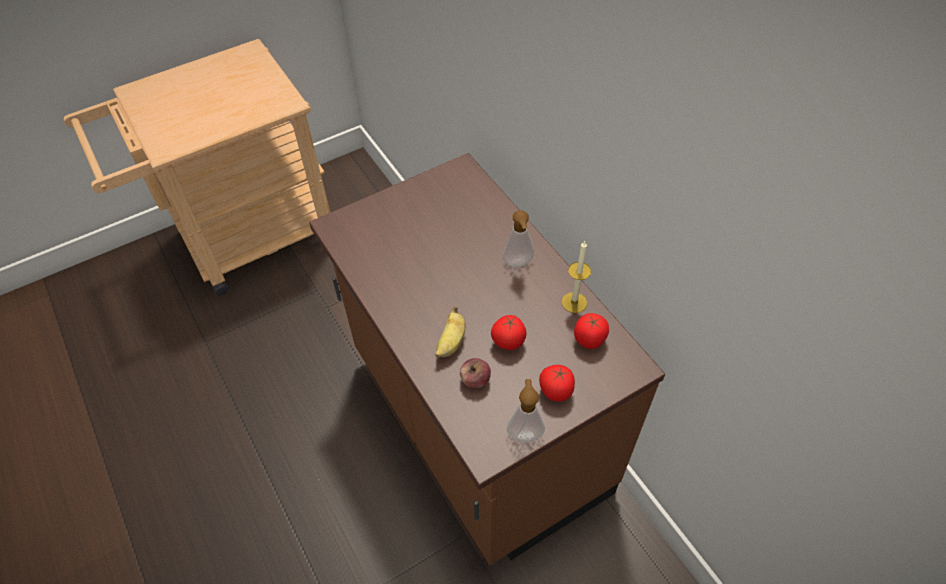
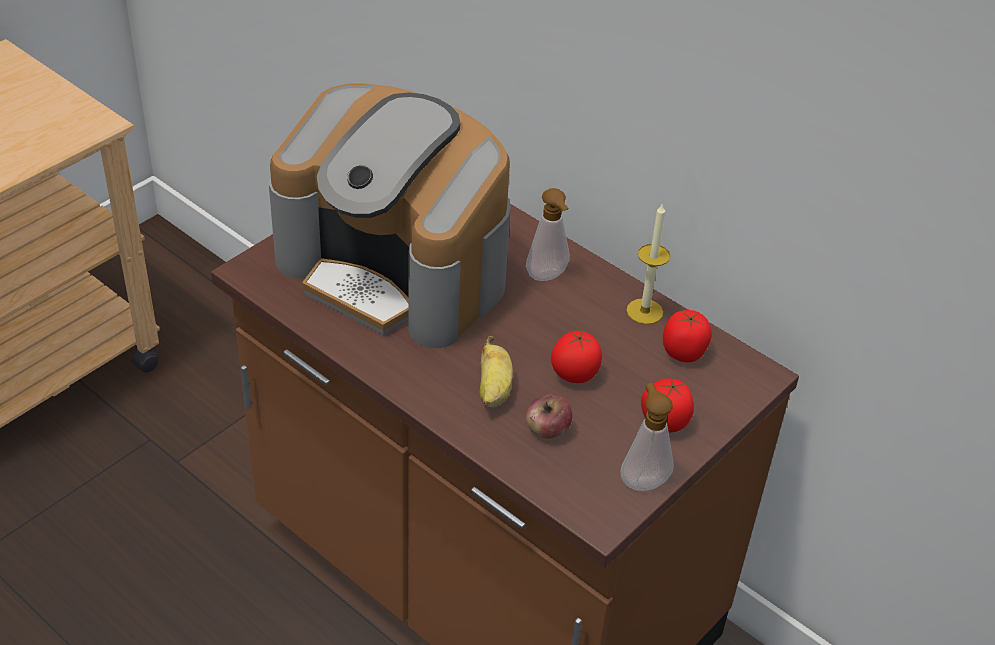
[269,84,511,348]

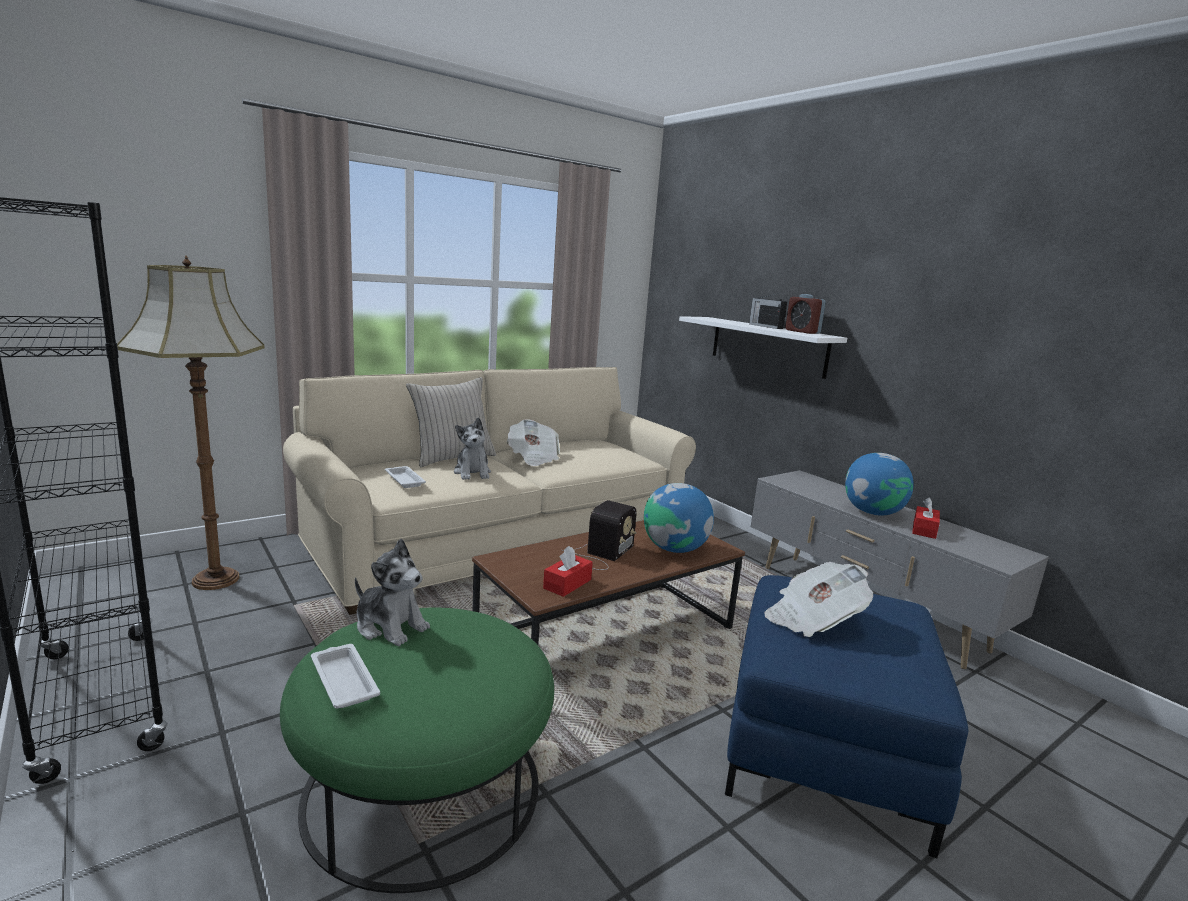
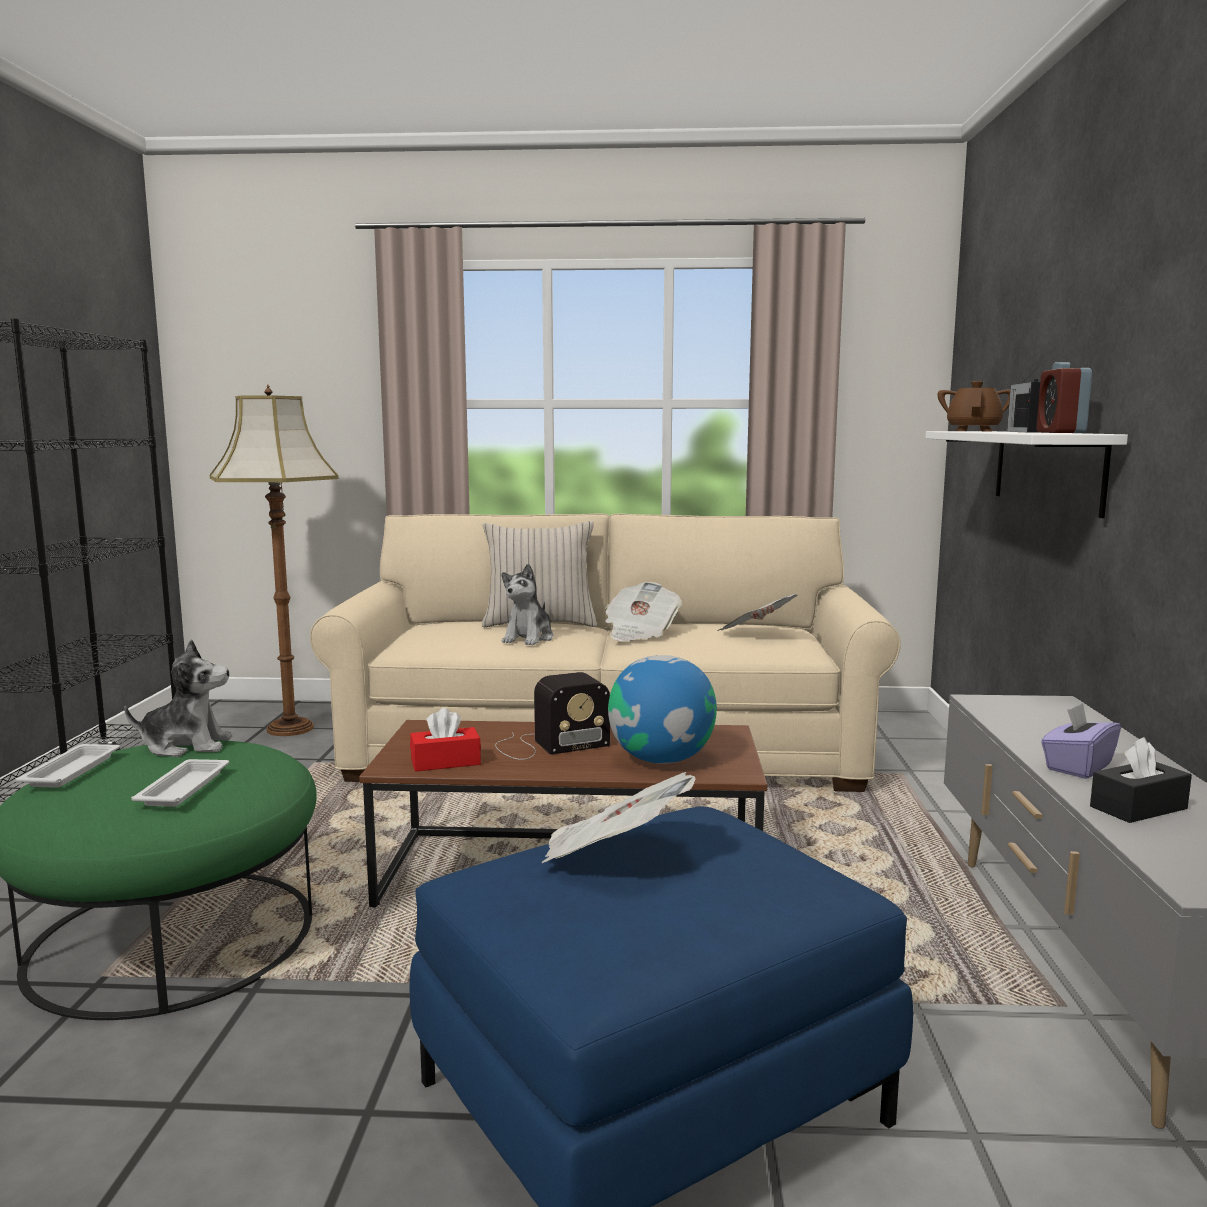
[1041,703,1121,779]
[131,759,229,807]
[1090,737,1192,823]
[124,639,232,757]
[937,381,1010,431]
[717,593,798,631]

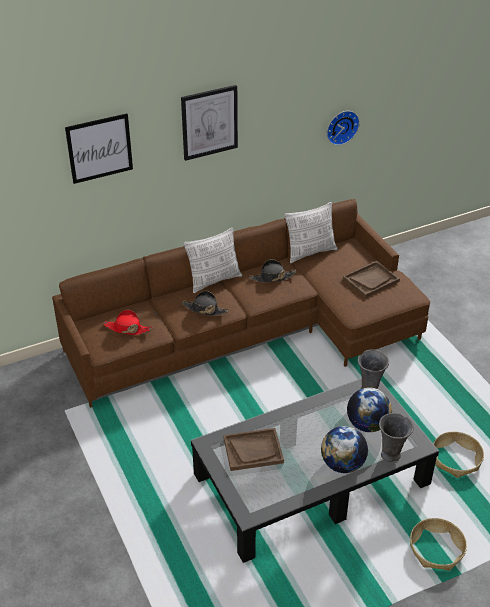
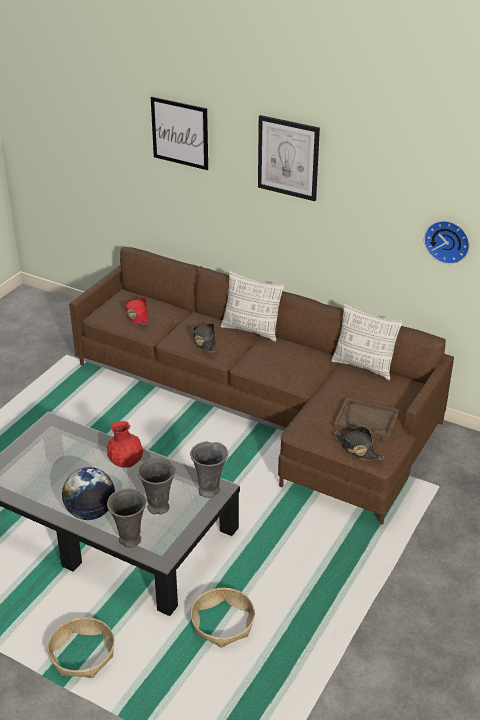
[333,426,385,461]
[137,458,176,514]
[224,428,284,471] (first image)
[107,421,143,468]

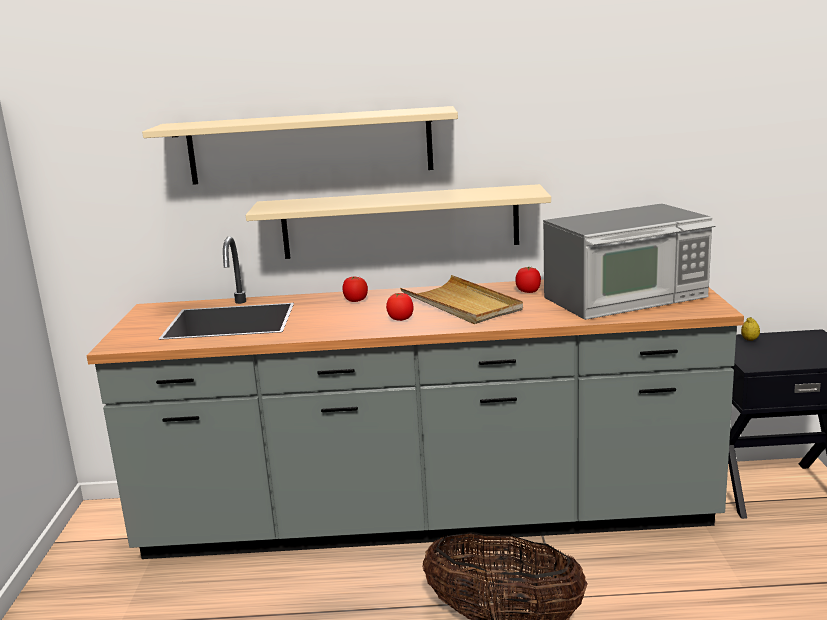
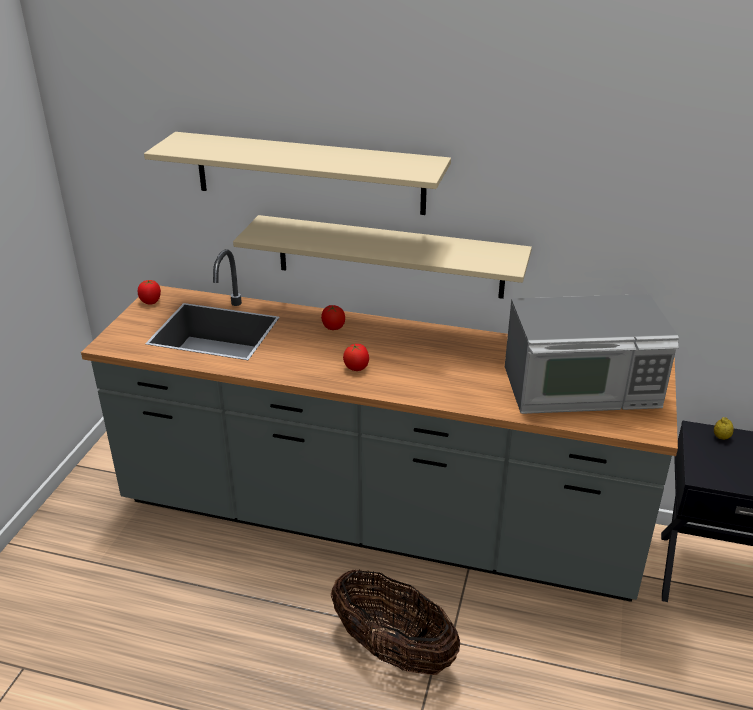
[138,280,161,304]
[400,275,523,324] (first image)

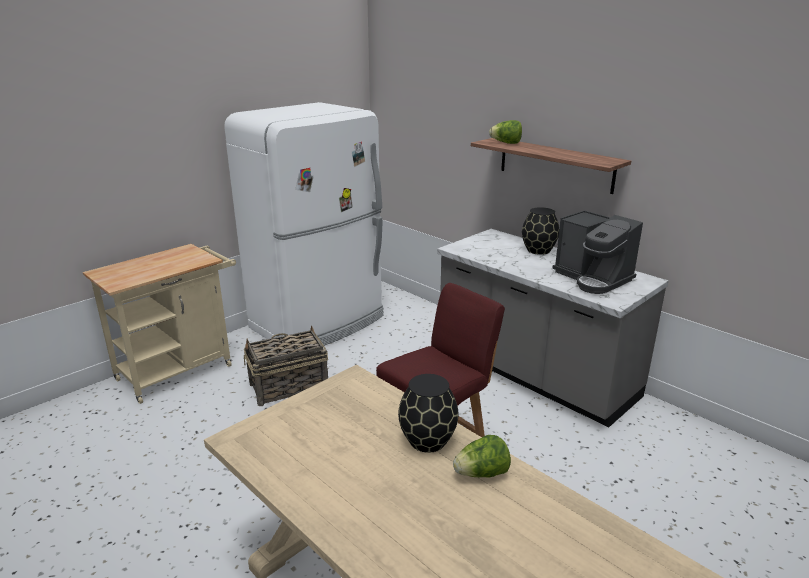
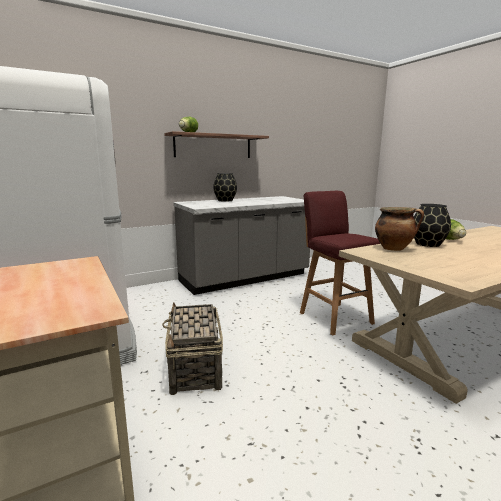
[552,210,643,294] (first image)
[375,207,424,251]

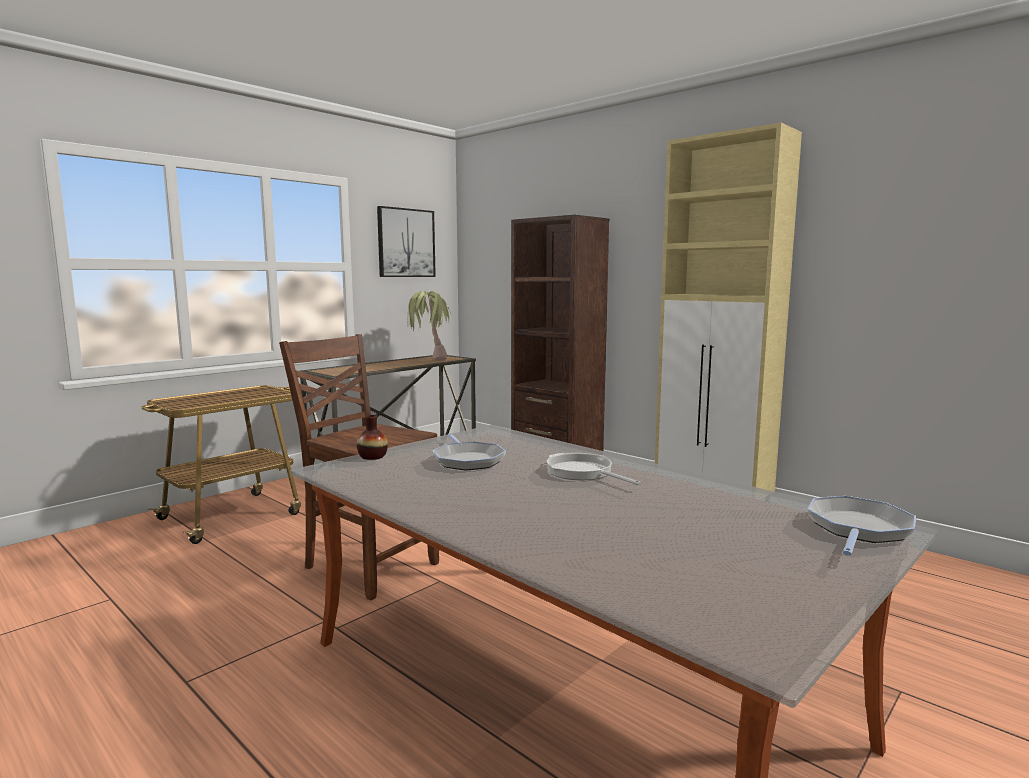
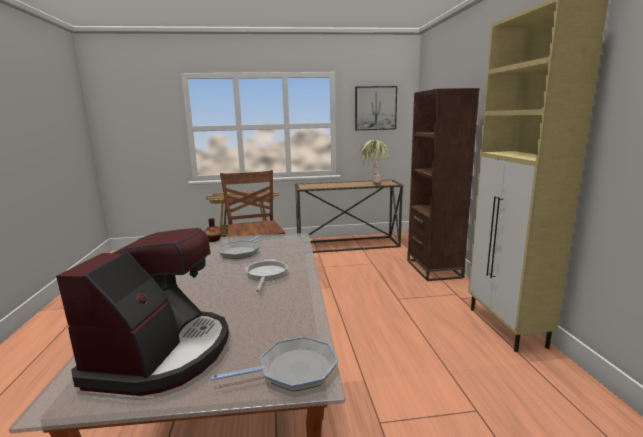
[56,228,229,396]

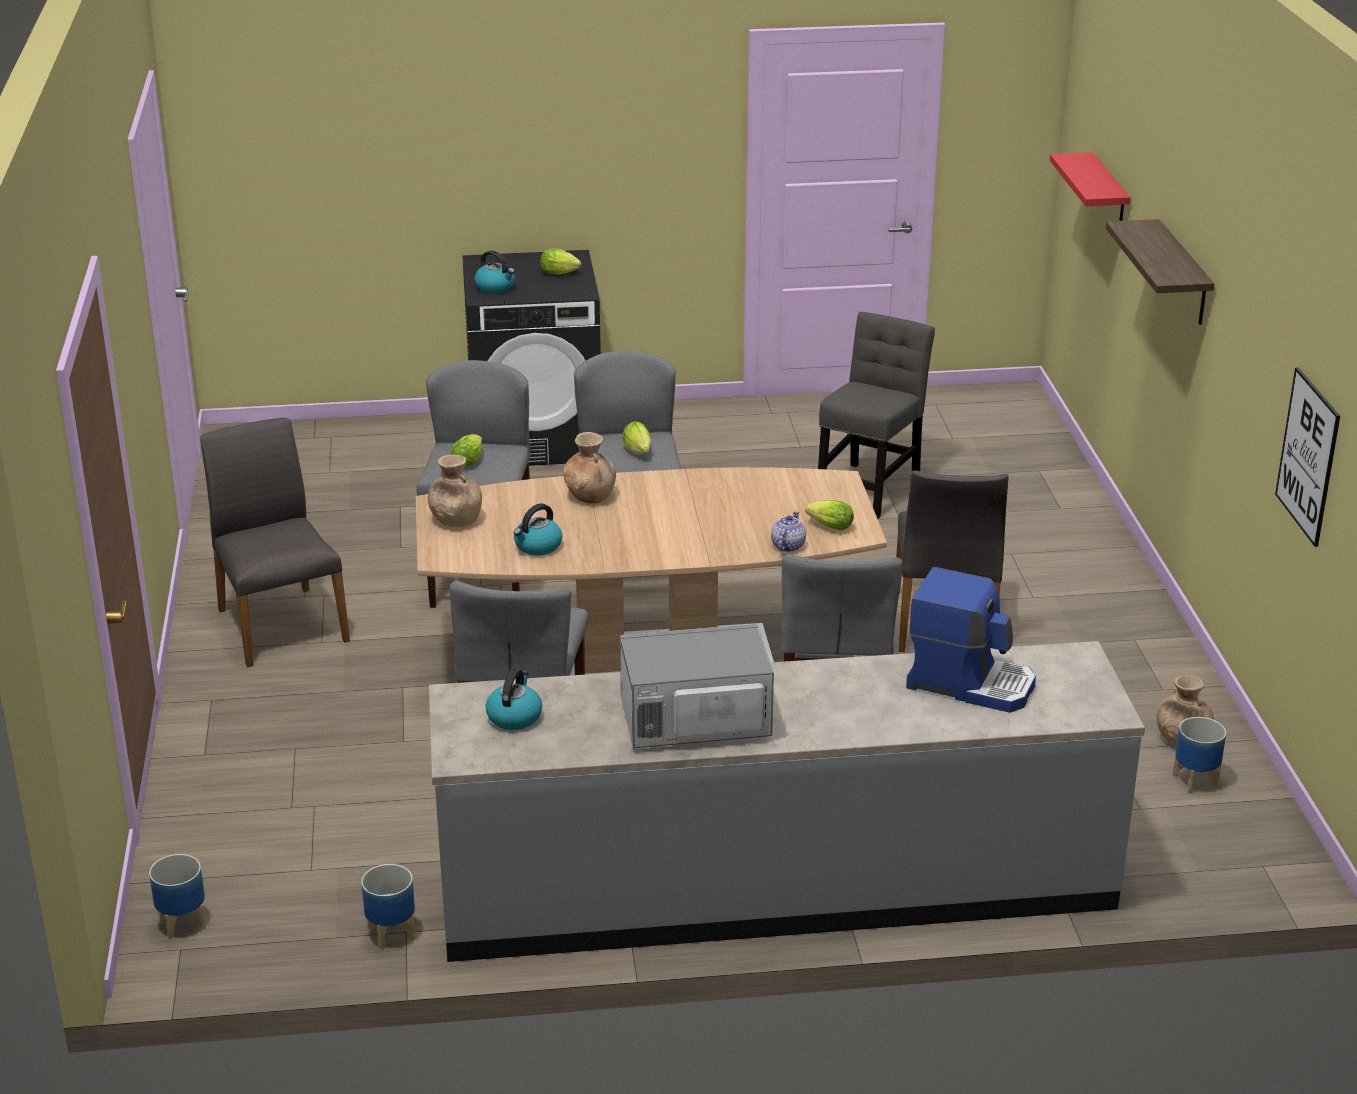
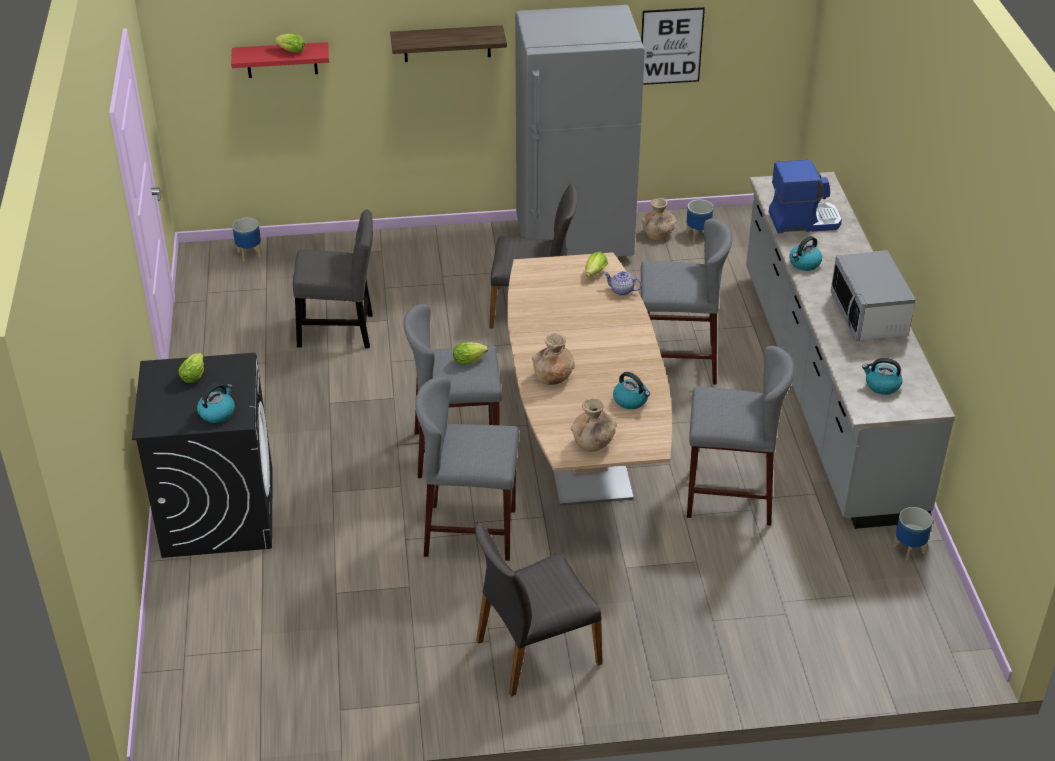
[293,210,373,348]
[275,33,305,53]
[769,160,842,234]
[232,217,262,261]
[515,5,645,257]
[789,236,822,271]

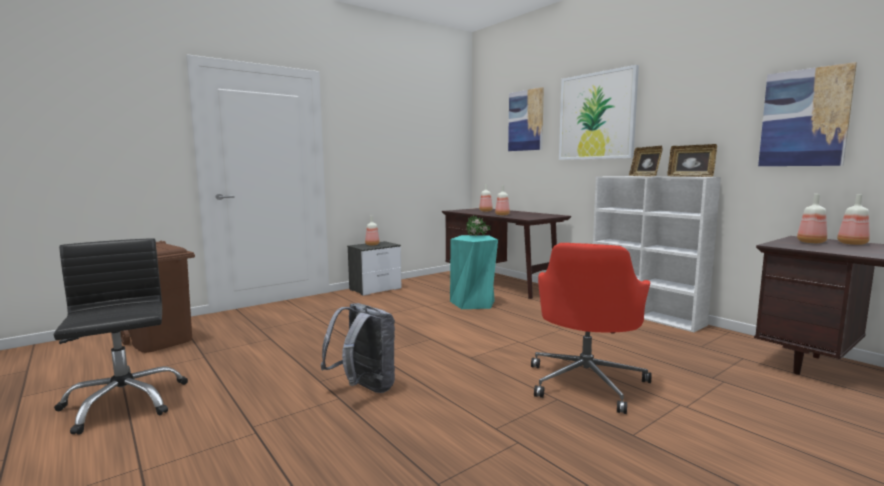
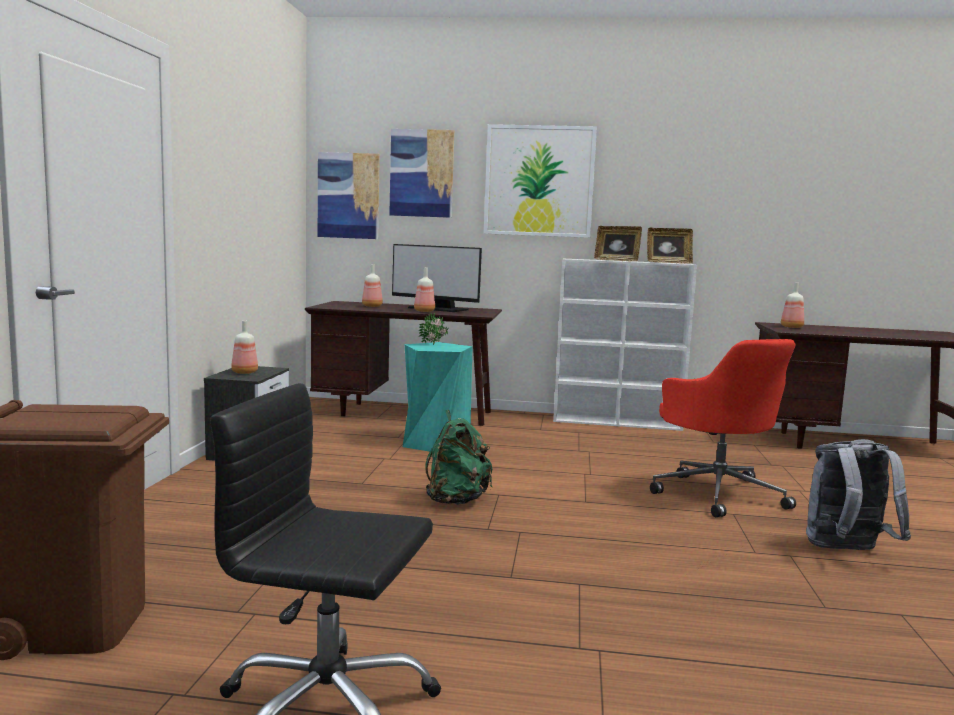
[318,152,380,239]
[837,194,870,245] (first image)
[806,439,911,550]
[392,244,482,312]
[425,410,492,505]

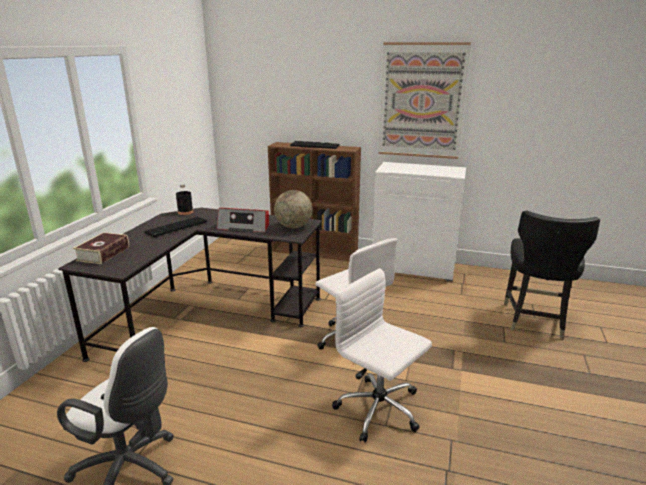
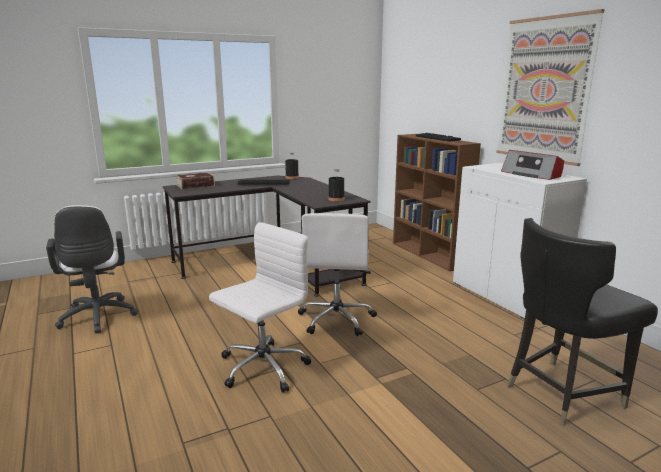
[329,169,345,201]
[501,150,564,180]
[209,222,311,393]

